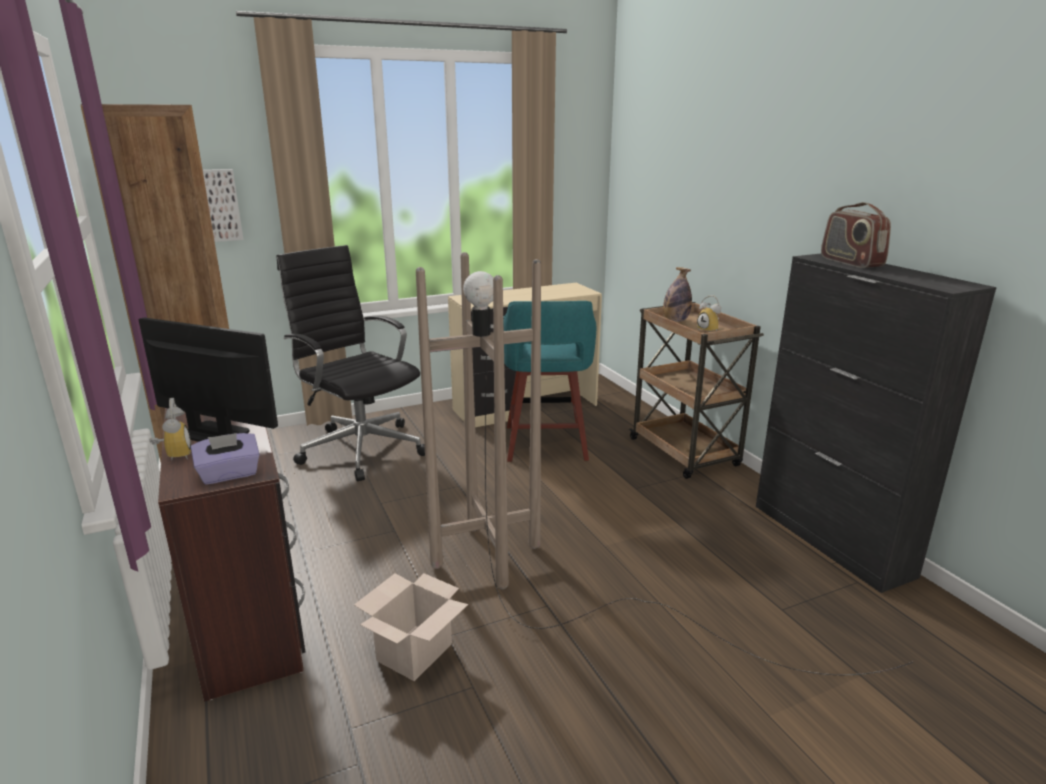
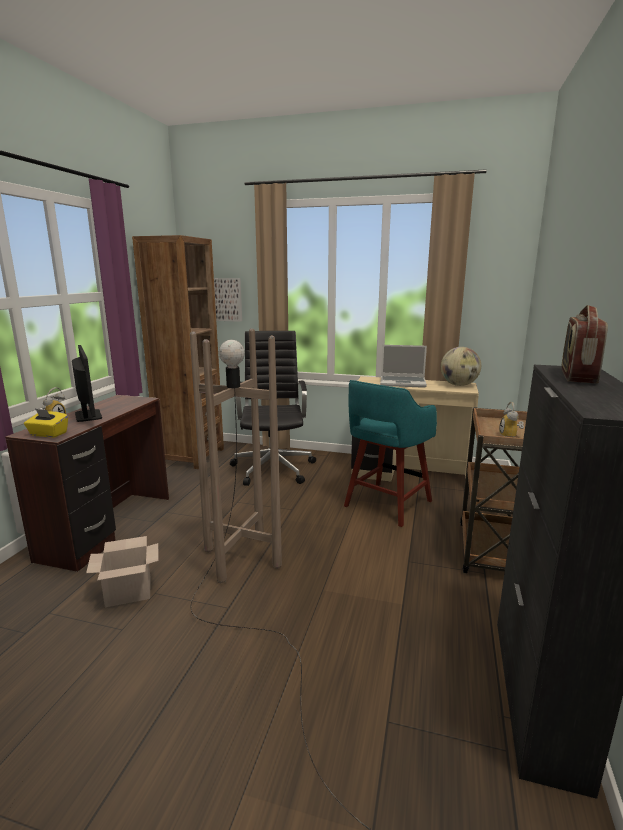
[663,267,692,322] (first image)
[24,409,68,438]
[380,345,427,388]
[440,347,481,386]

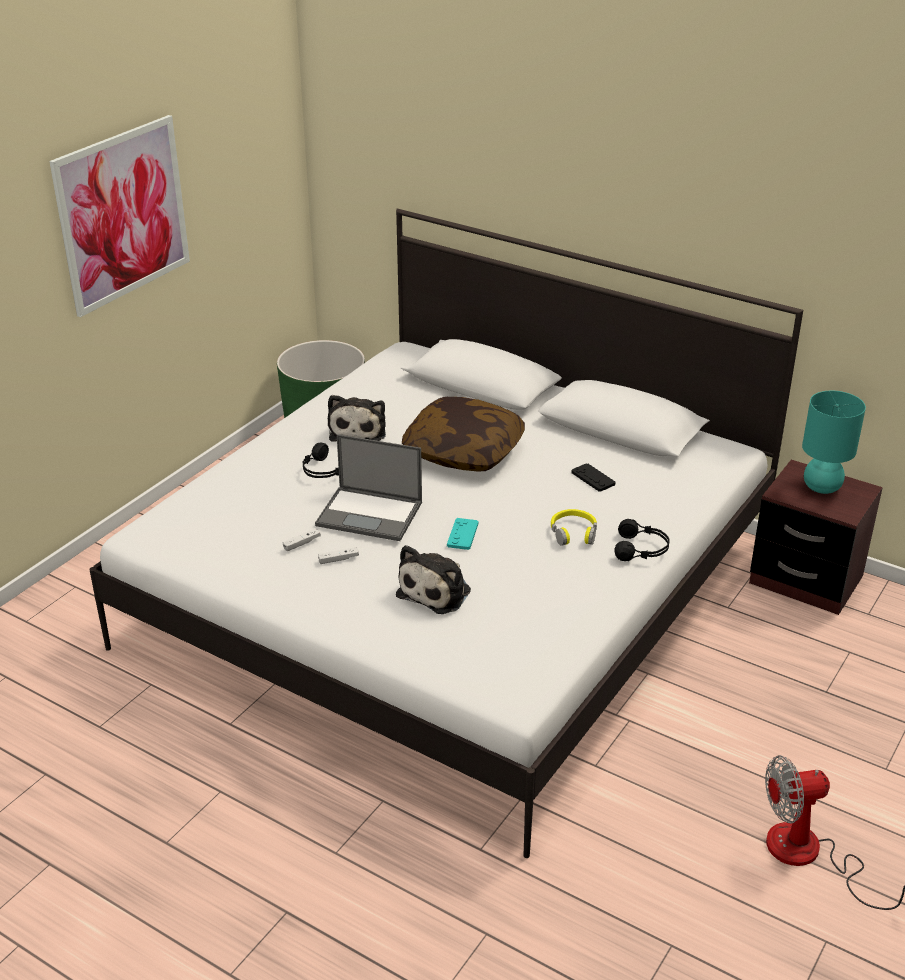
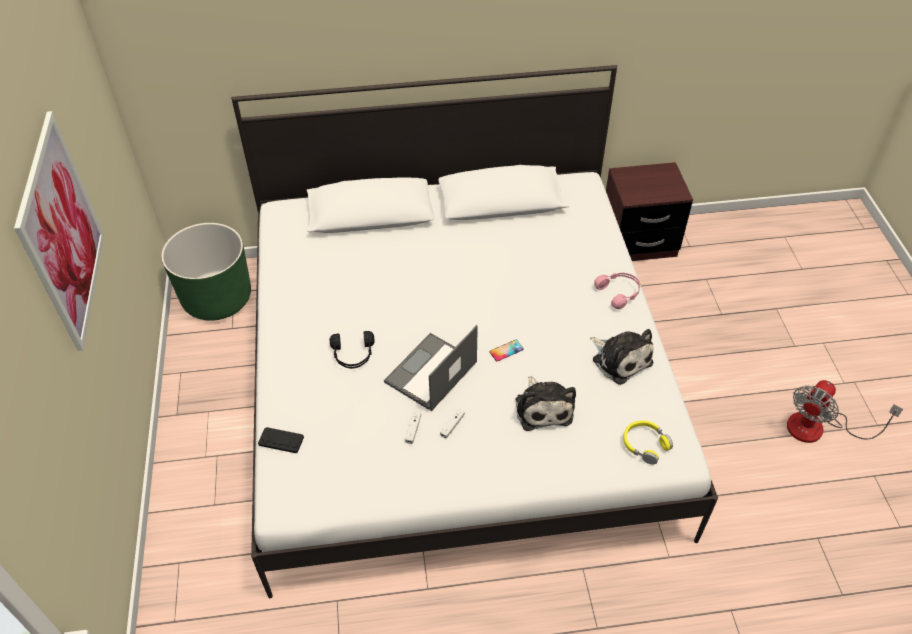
[802,391,866,494] (first image)
[590,329,654,385]
[402,397,525,472] (first image)
[384,325,478,411]
[258,427,304,453]
[623,420,673,465]
[490,340,524,361]
[594,272,640,309]

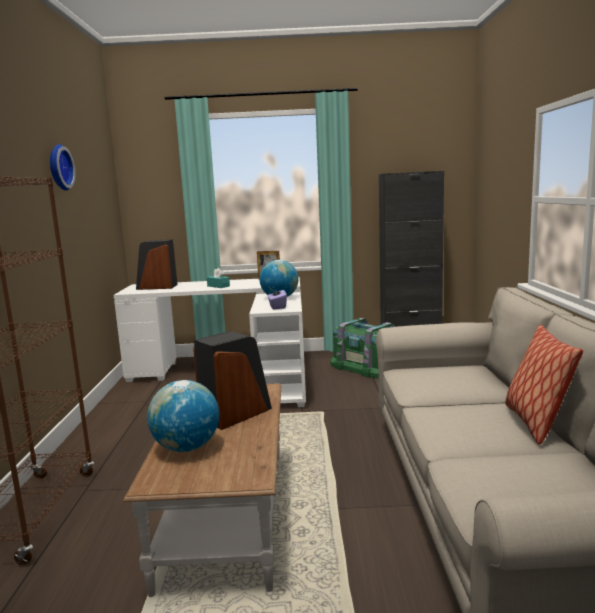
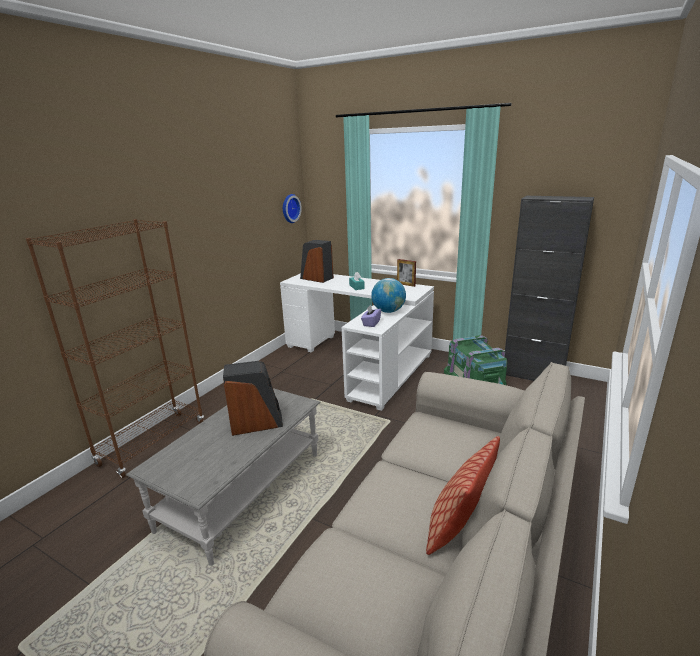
[283,194,302,223]
[147,380,219,452] (first image)
[126,388,320,566]

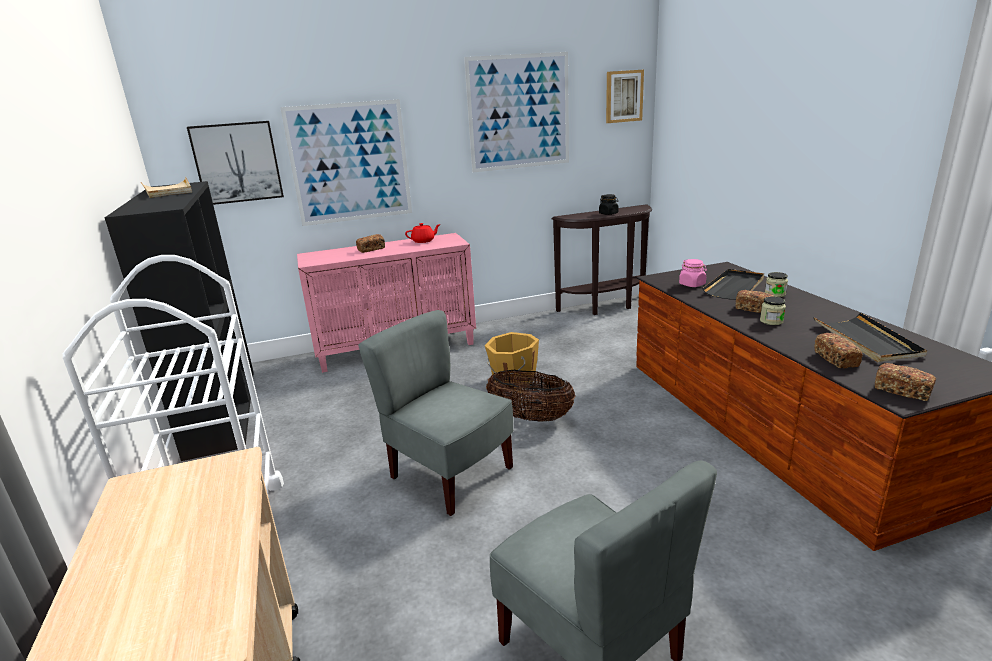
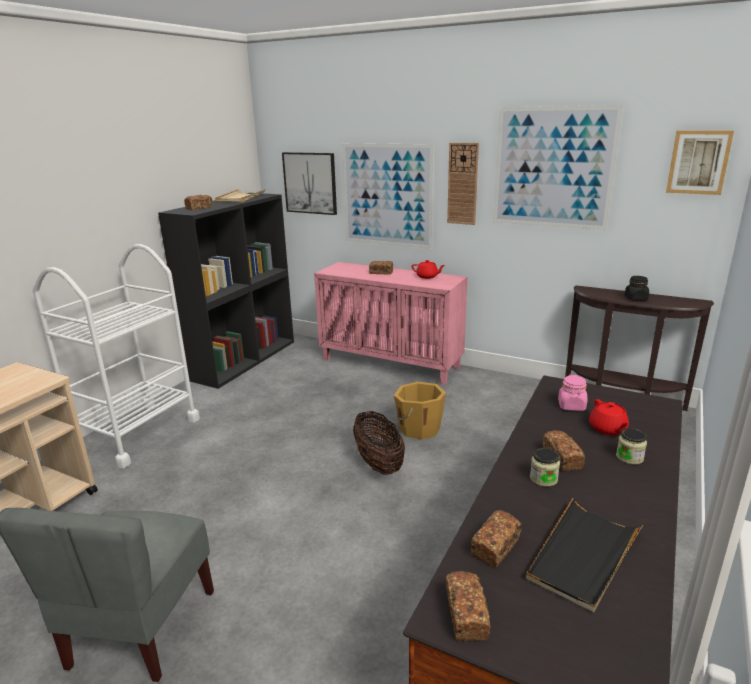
[589,399,629,435]
[358,310,513,516] (first image)
[447,143,479,225]
[184,195,213,210]

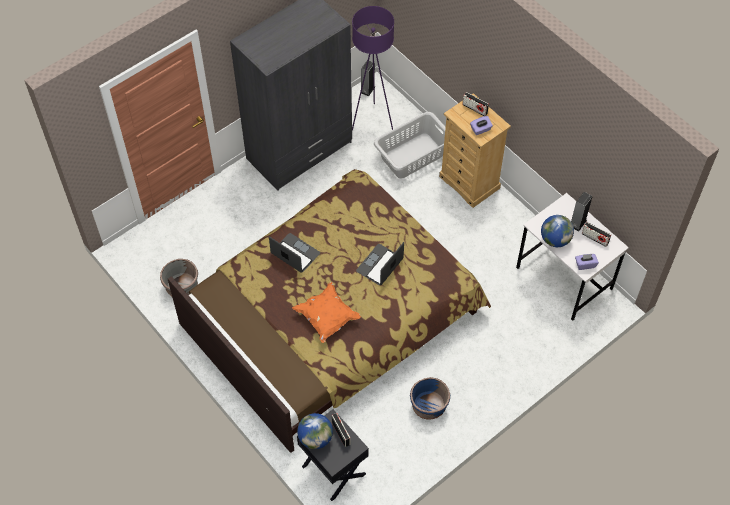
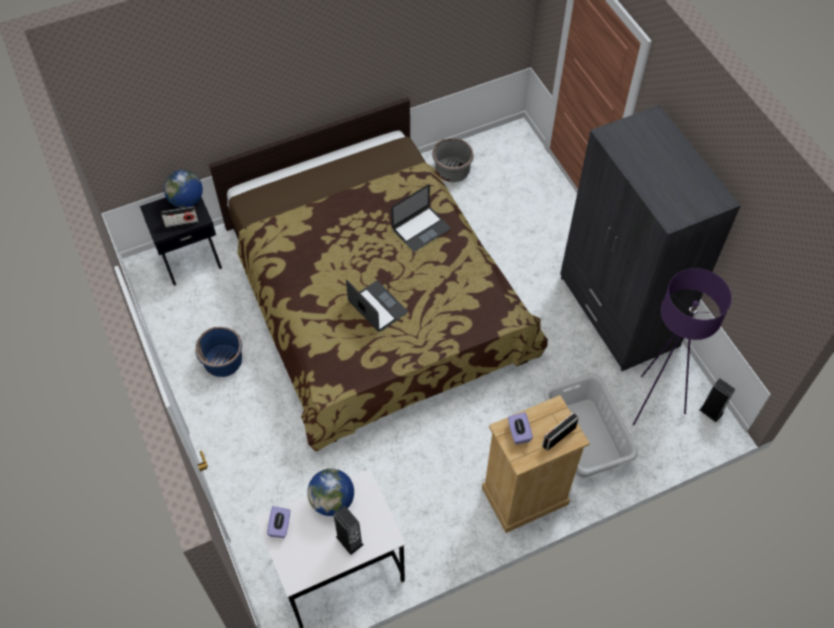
[582,222,611,247] (first image)
[292,282,361,343] (first image)

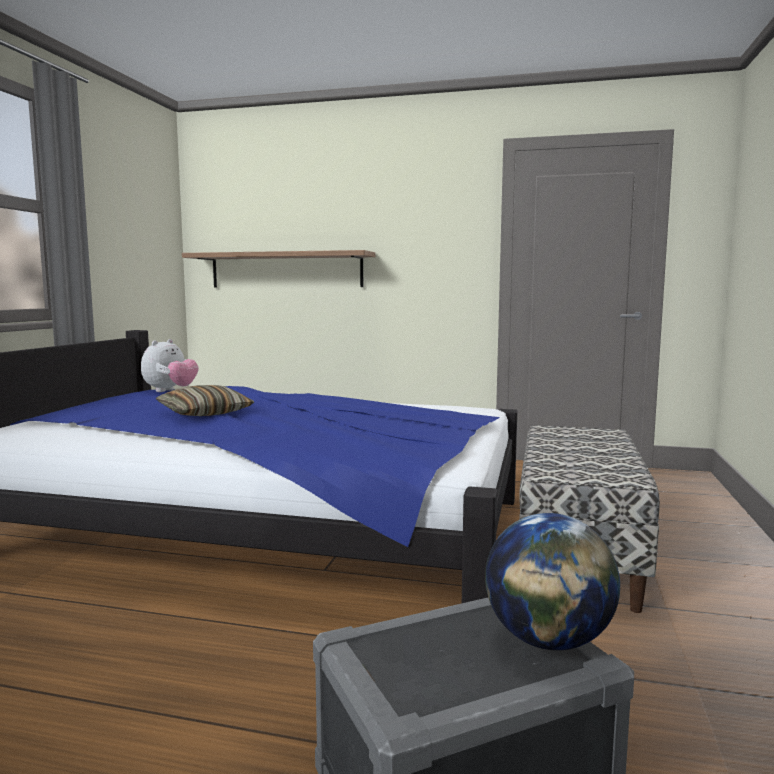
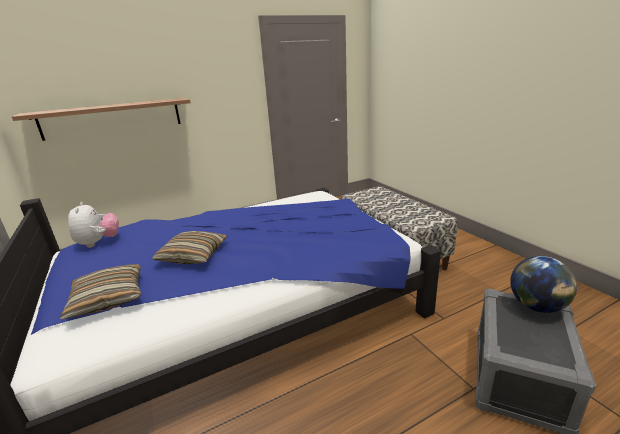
[60,264,141,319]

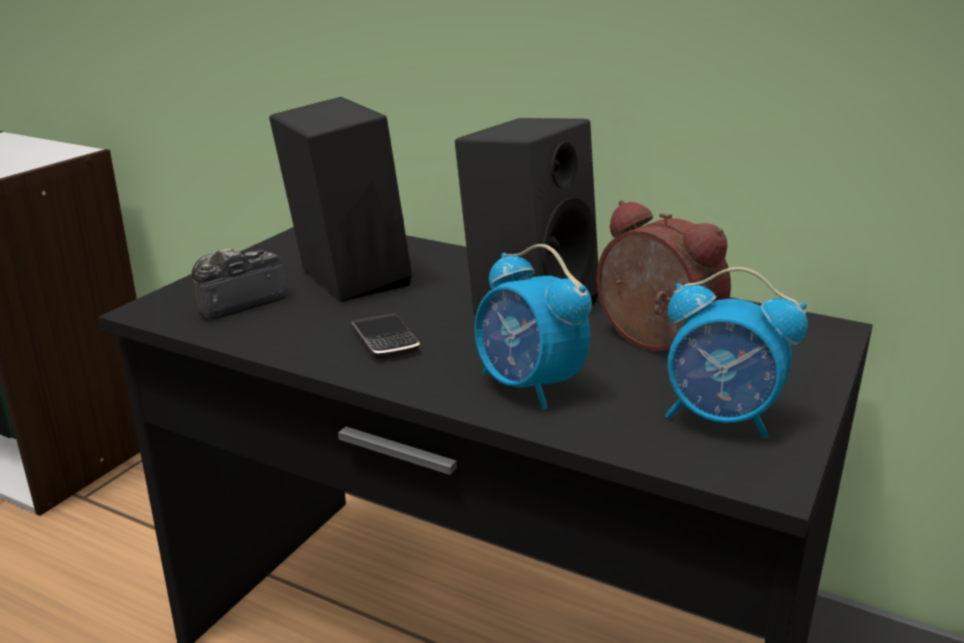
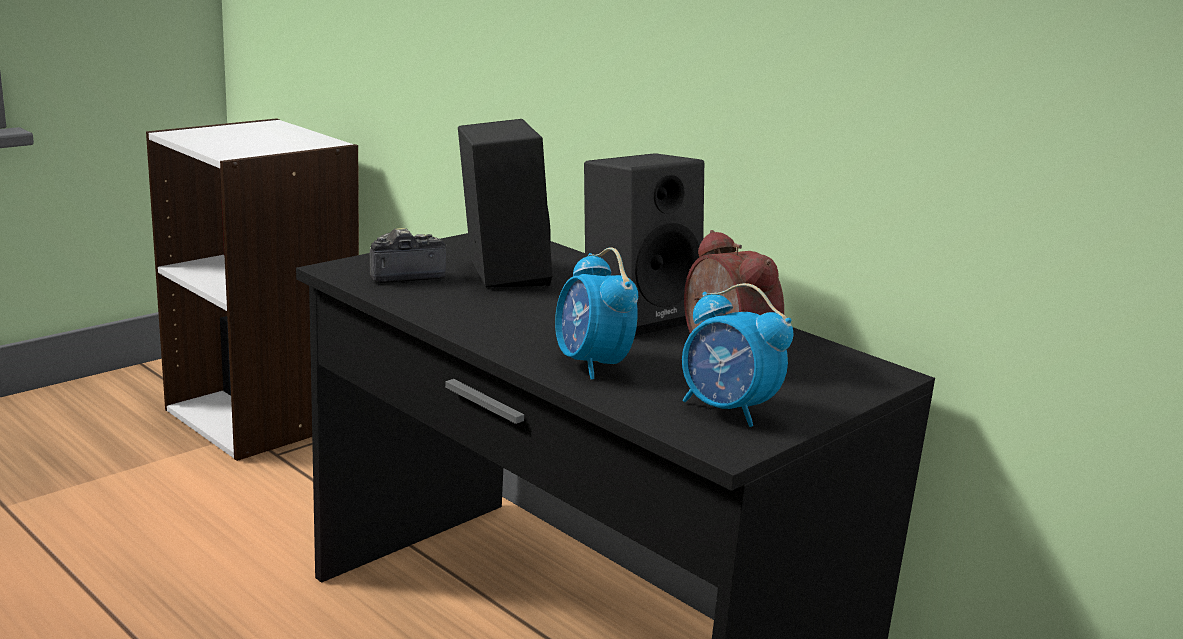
[352,313,420,359] (first image)

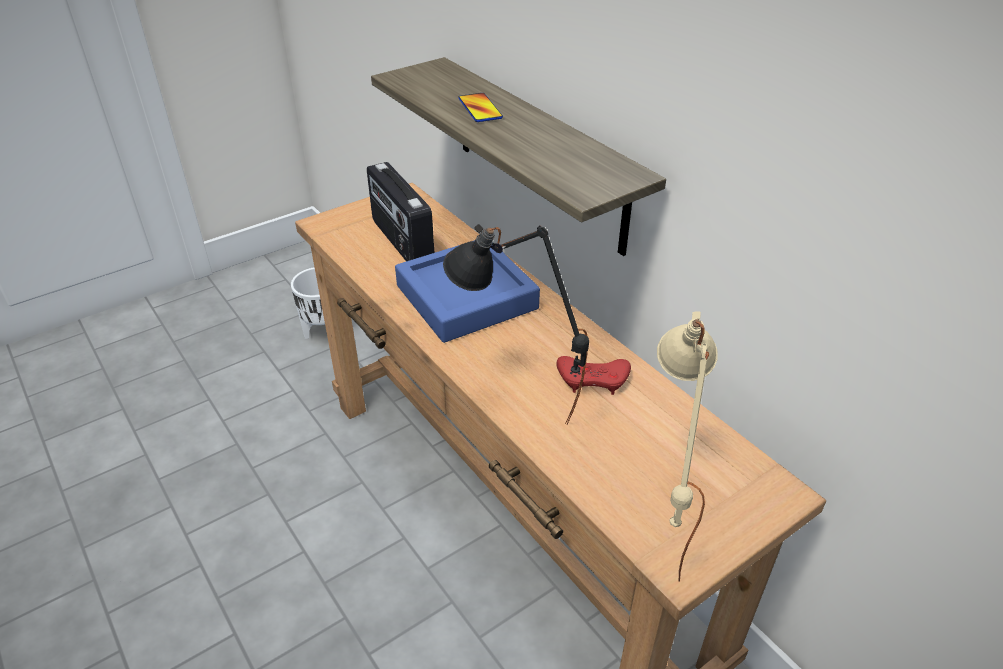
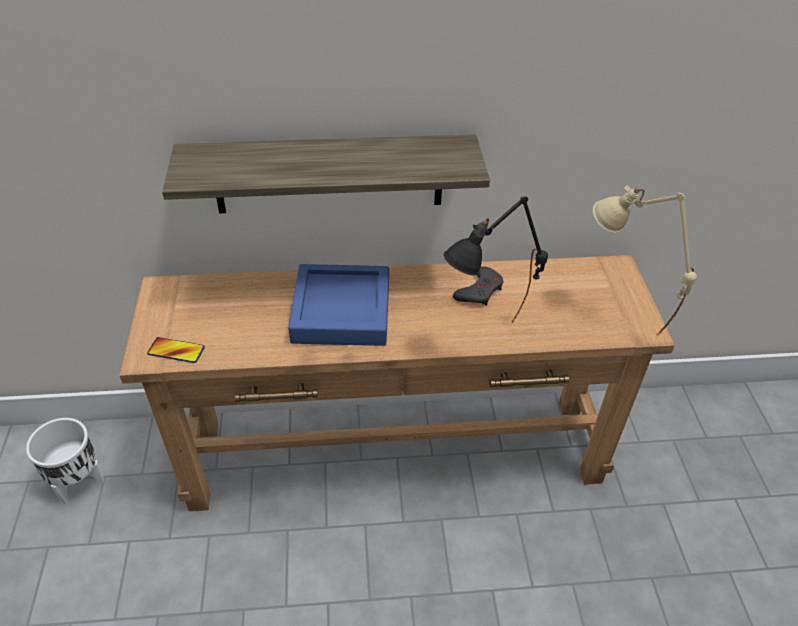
[147,337,205,363]
[367,162,435,261] (first image)
[453,266,504,306]

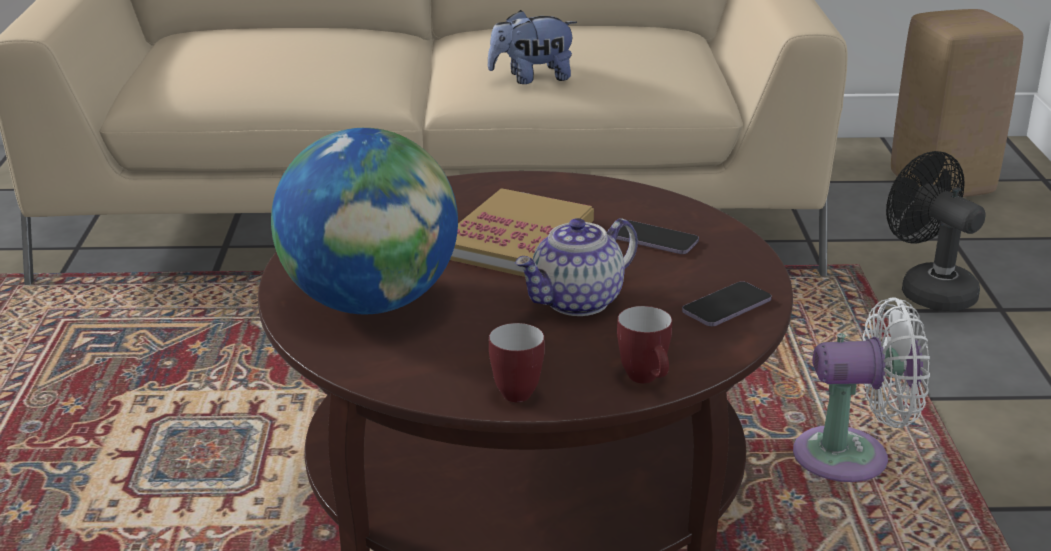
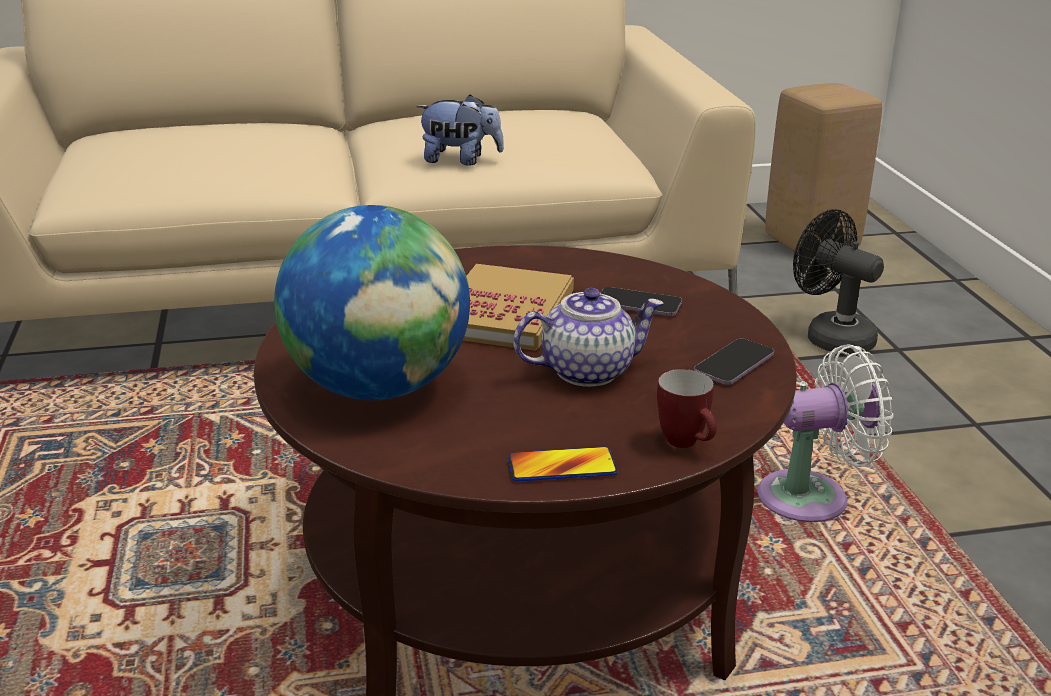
[416,94,504,166]
[513,288,664,387]
[507,447,618,482]

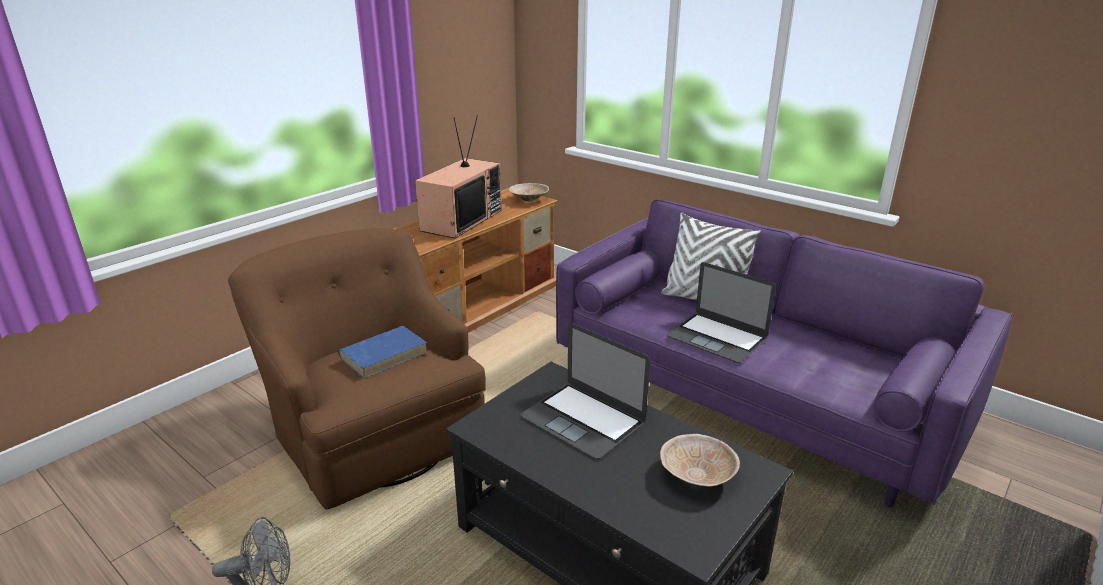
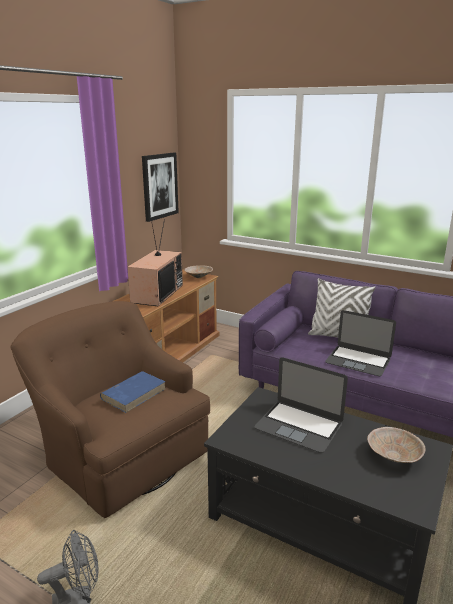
[142,153,179,222]

